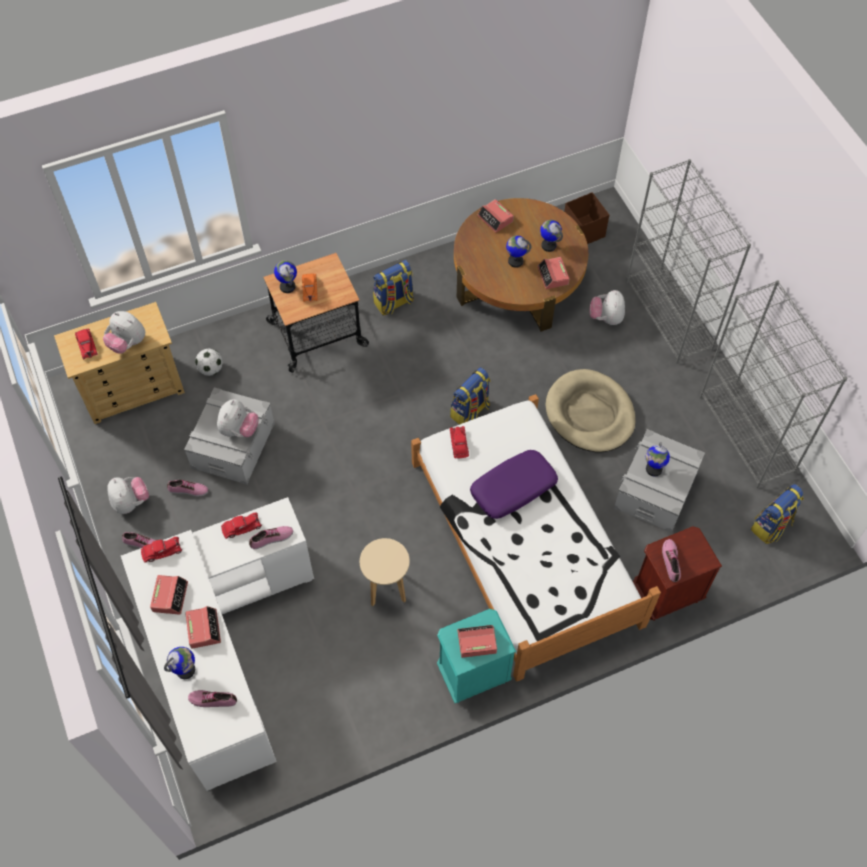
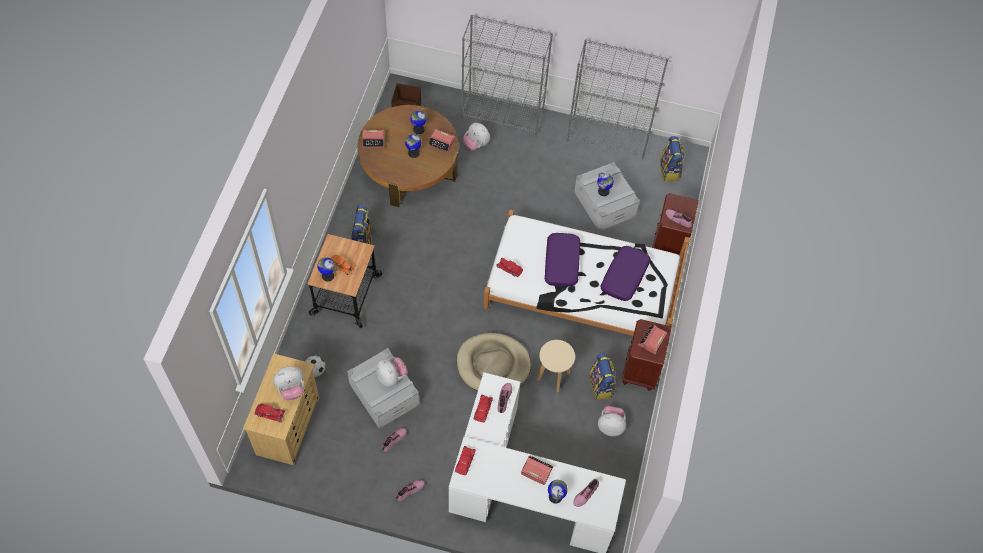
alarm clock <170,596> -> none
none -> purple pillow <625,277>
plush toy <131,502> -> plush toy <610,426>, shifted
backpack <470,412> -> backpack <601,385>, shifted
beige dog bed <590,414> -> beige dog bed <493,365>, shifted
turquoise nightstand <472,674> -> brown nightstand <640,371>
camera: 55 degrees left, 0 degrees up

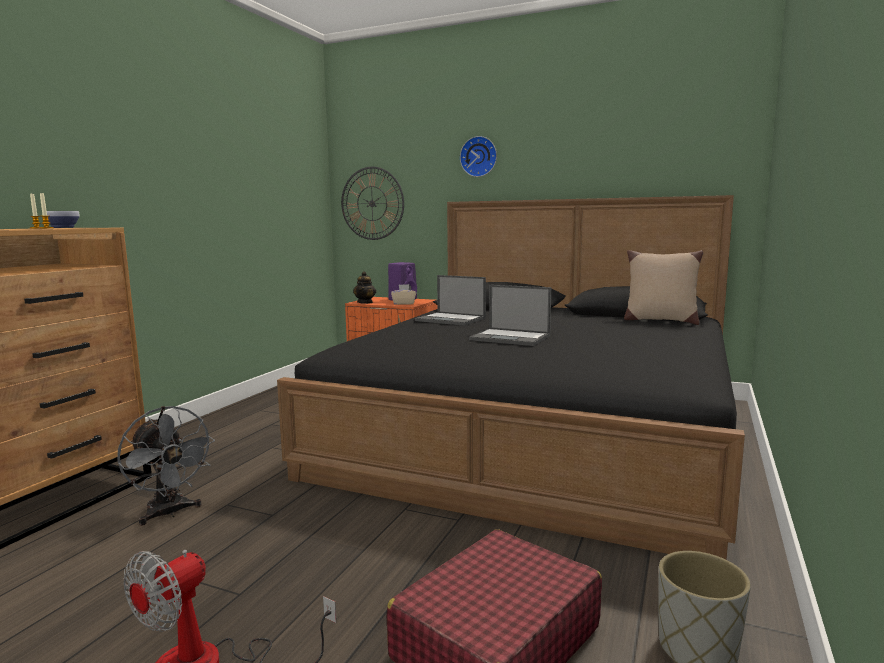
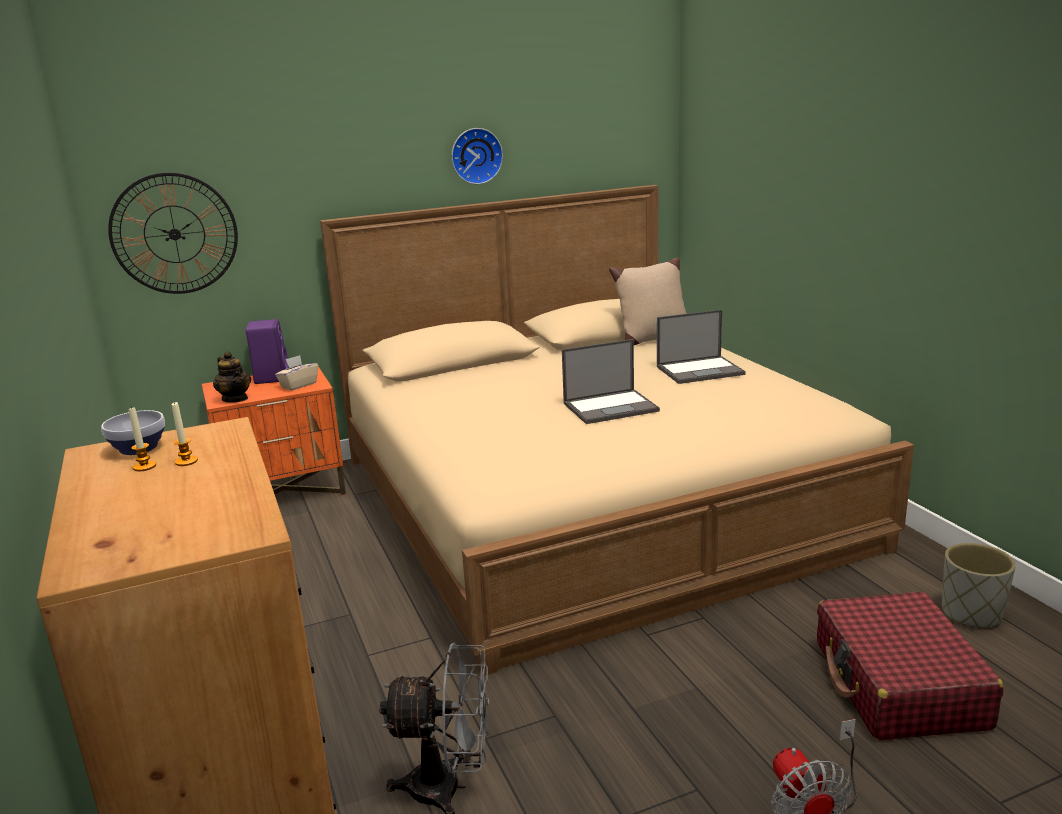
laptop <451,319> -> laptop <700,370>, shifted
wall clock <479,156> -> wall clock <475,156>, shifted
black bed <537,432> -> beige bed <589,499>
camera: 45 degrees left, 10 degrees up

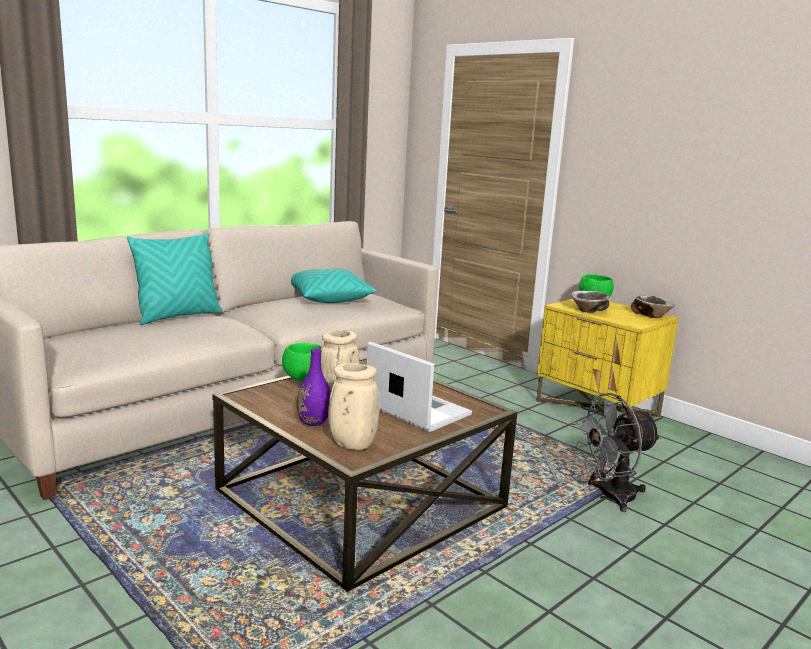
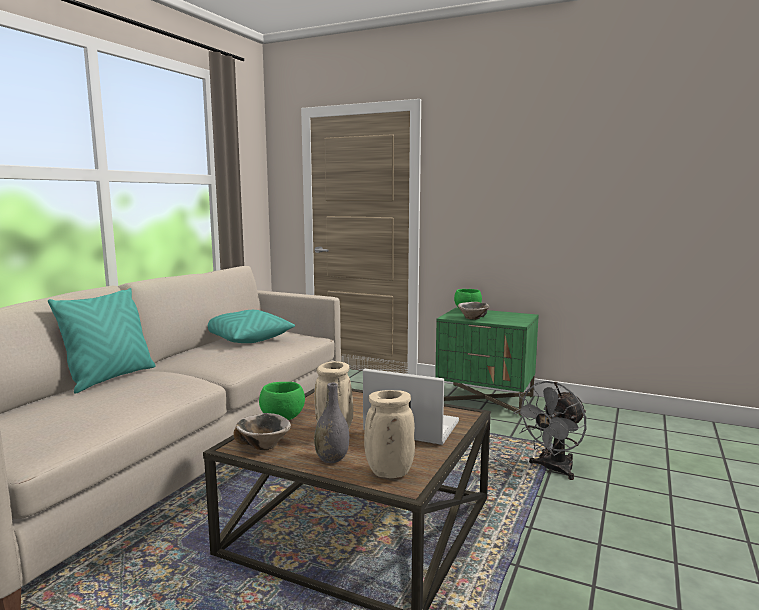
bowl <652,316> -> bowl <264,445>, shifted
purple vase <313,422> -> grey vase <332,459>
yellow nightstand <598,409> -> green nightstand <486,399>
camera: 20 degrees left, 5 degrees down

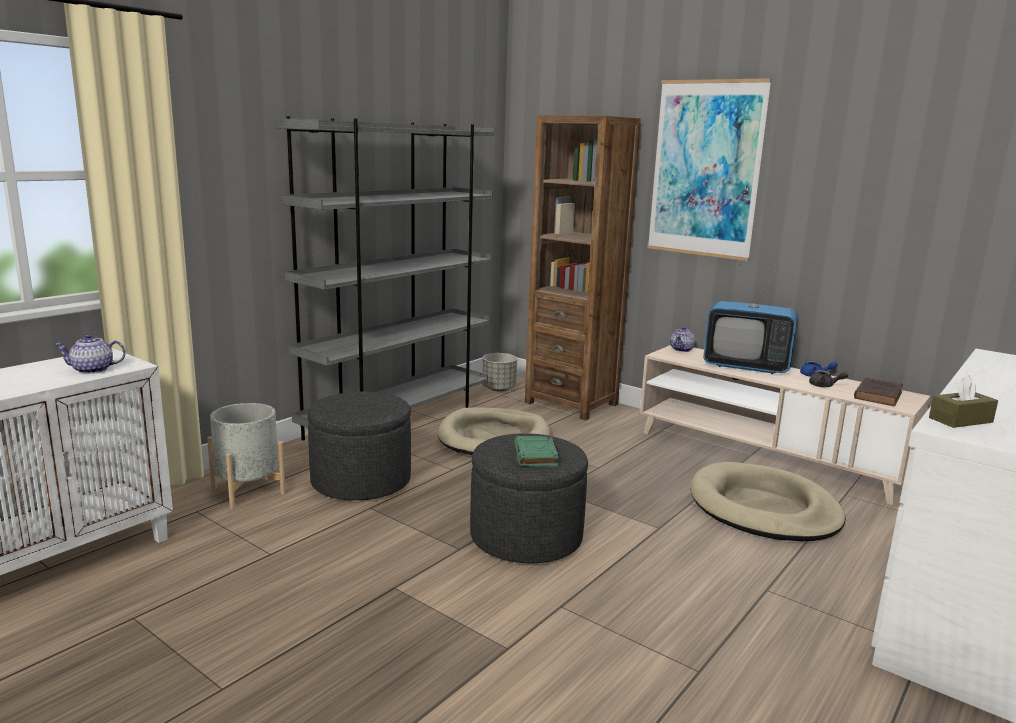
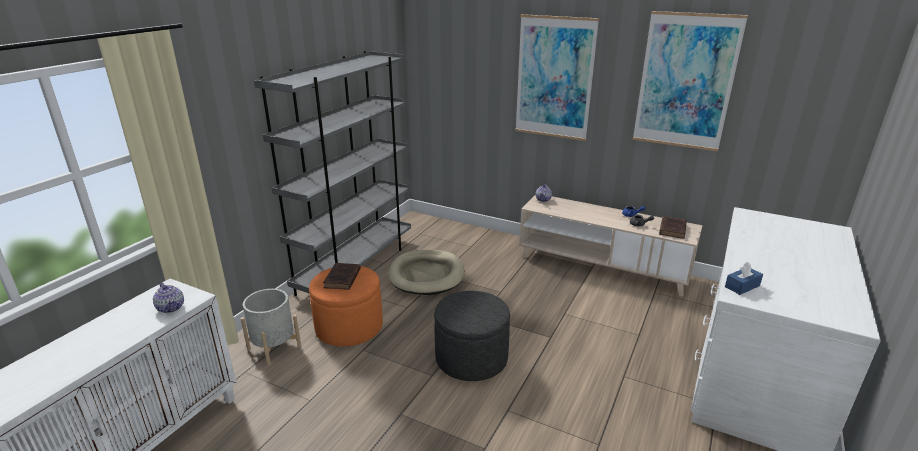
grey planter <498,389> -> none
green book <536,456> -> none
brown bookcase <571,403> -> none
beige dog bed <763,508> -> none
television <746,367> -> none
none -> brown book <342,279>
none -> picture <685,82>
grey ottoman <361,481> -> orange ottoman <349,327>
brown tissue box <960,420> -> blue tissue box <742,286>
teapot <93,370> -> teapot <171,307>, 105 degrees counterclockwise
camera: 10 degrees left, 10 degrees up

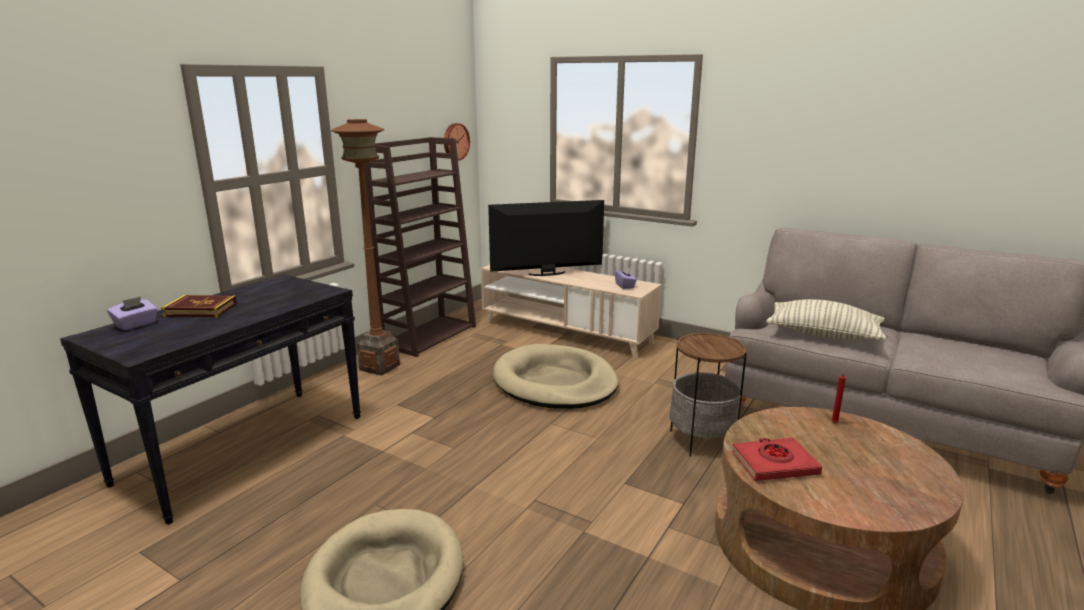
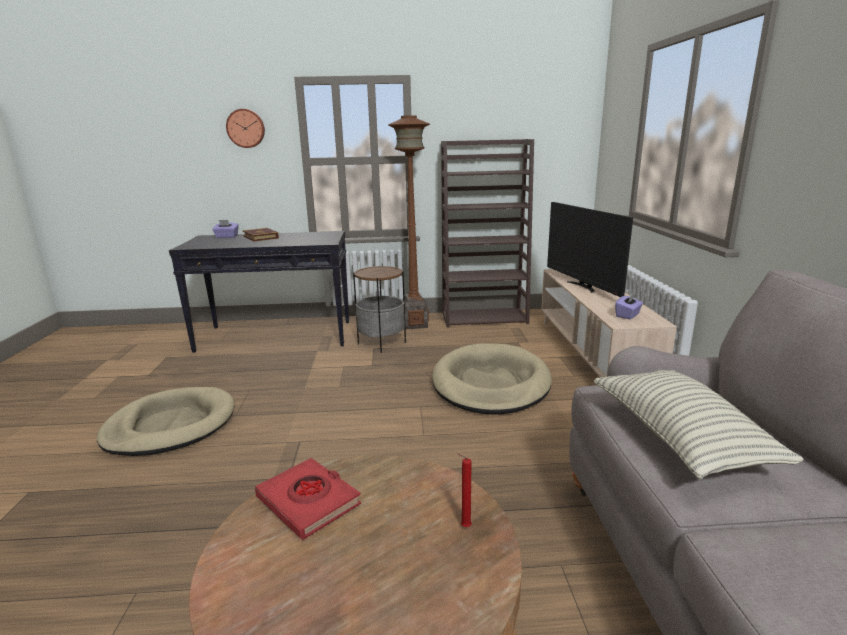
wall clock <455,141> -> wall clock <246,128>, shifted
side table <702,440> -> side table <382,343>, shifted
television <547,274> -> television <583,286>, 150 degrees counterclockwise
camera: 55 degrees right, 0 degrees up

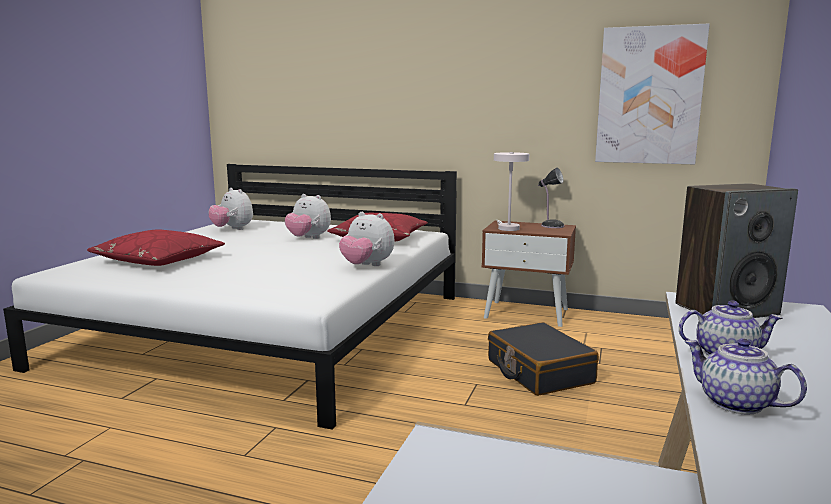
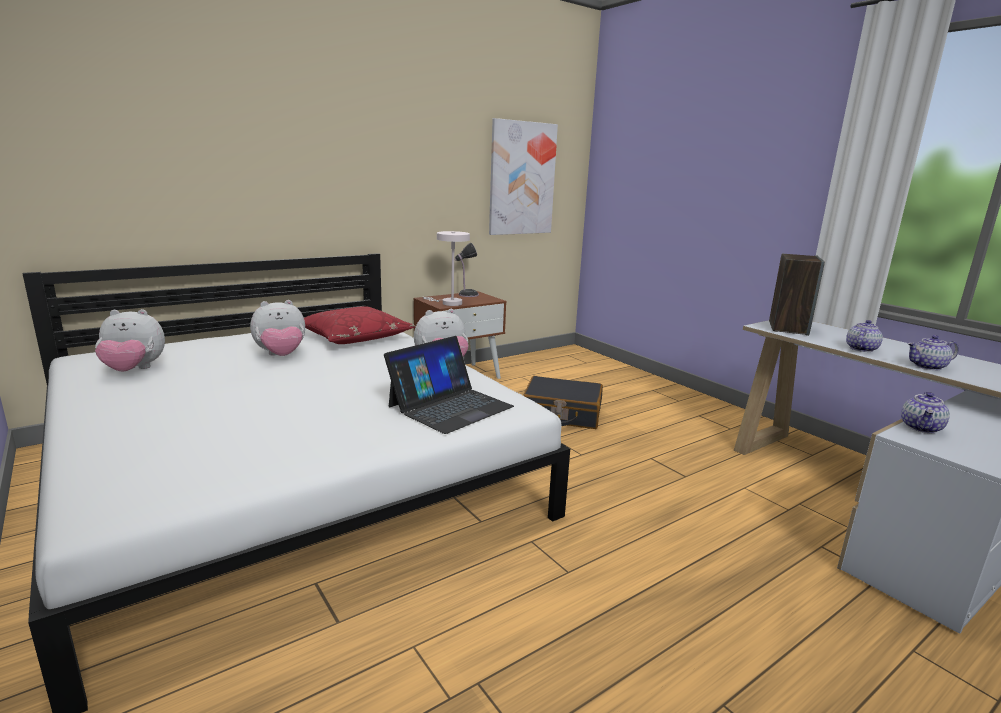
red pillow <159,260> -> none
none -> laptop <450,406>
none -> teapot <921,428>
camera: 55 degrees left, 5 degrees up

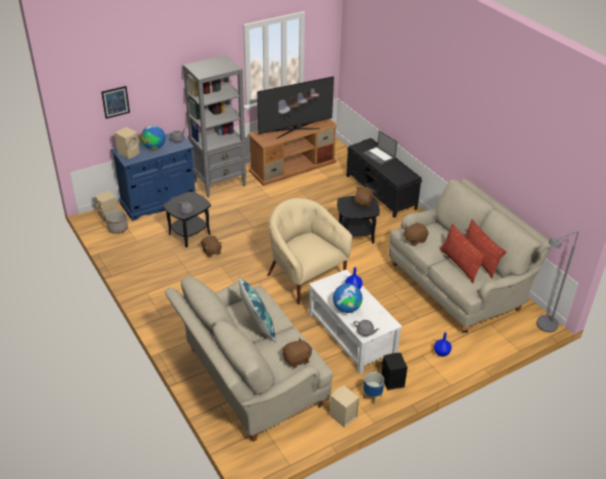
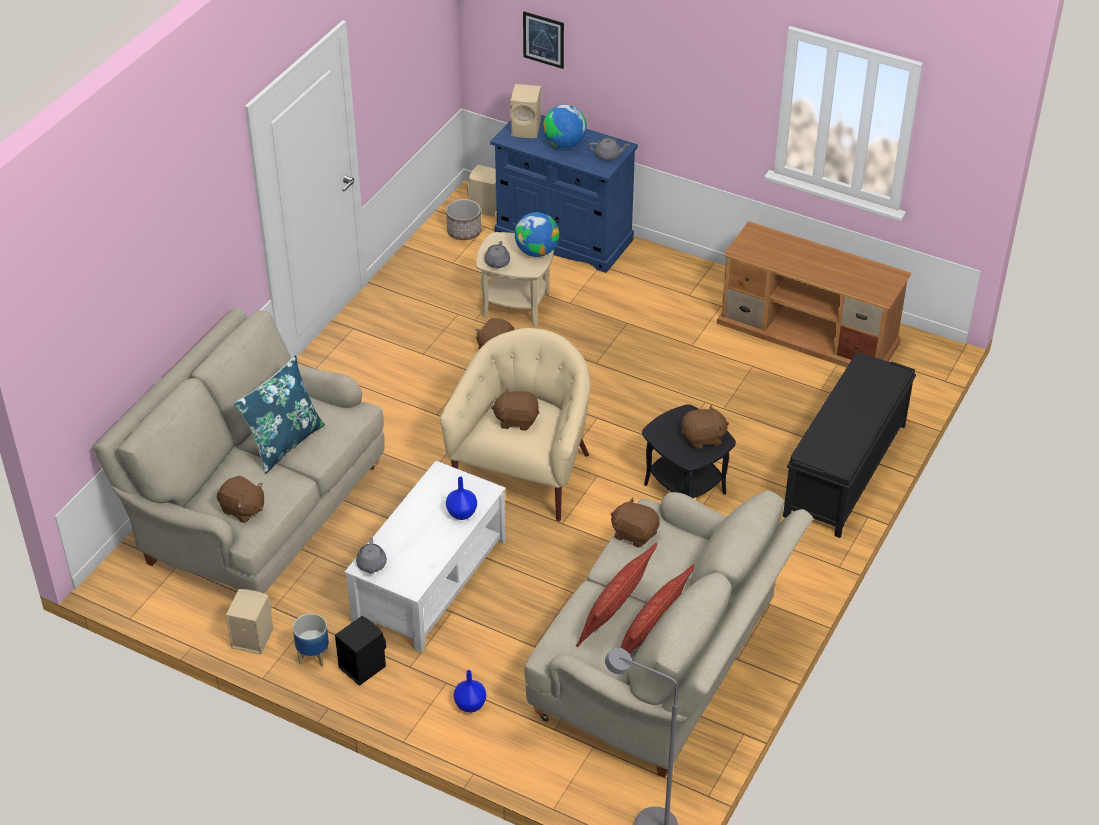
grey bookcase <220,183> -> none
television <295,130> -> none
laptop <379,156> -> none
none -> brown plush toy <516,420>
globe <346,308> -> globe <536,251>, shifted
black side table <189,234> -> beige side table <516,305>
camera: 60 degrees right, 5 degrees up

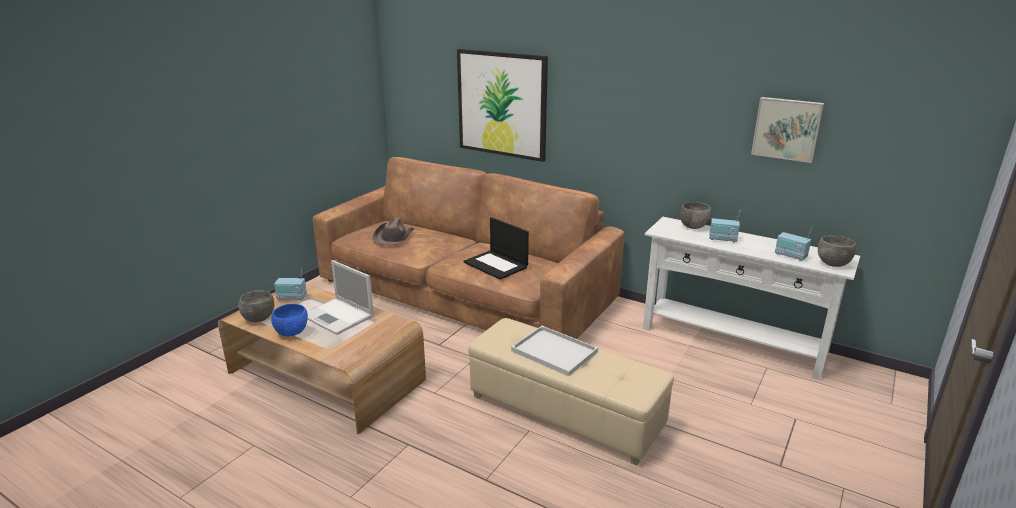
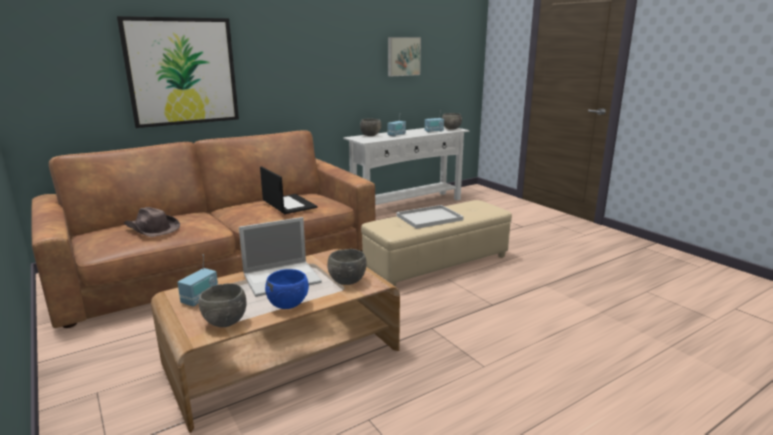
none -> grey bowl <347,281>
laptop <496,265> -> laptop <288,204>, 105 degrees counterclockwise
camera: 65 degrees left, 5 degrees down

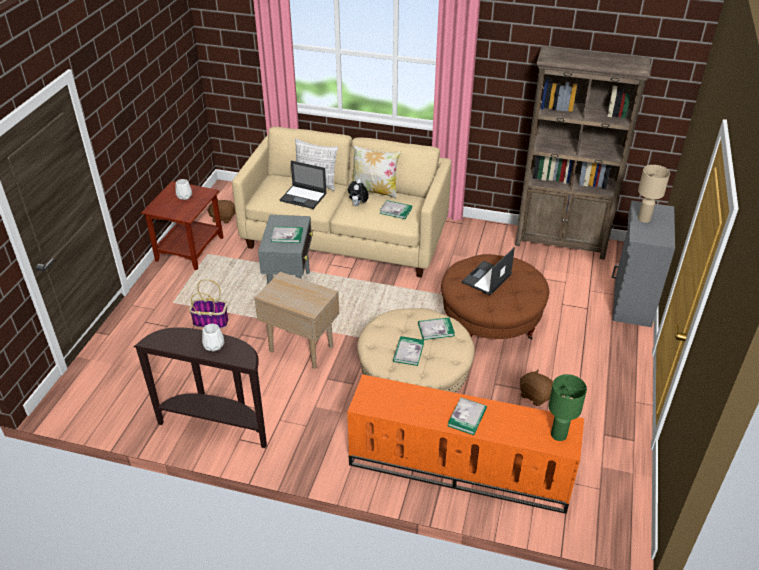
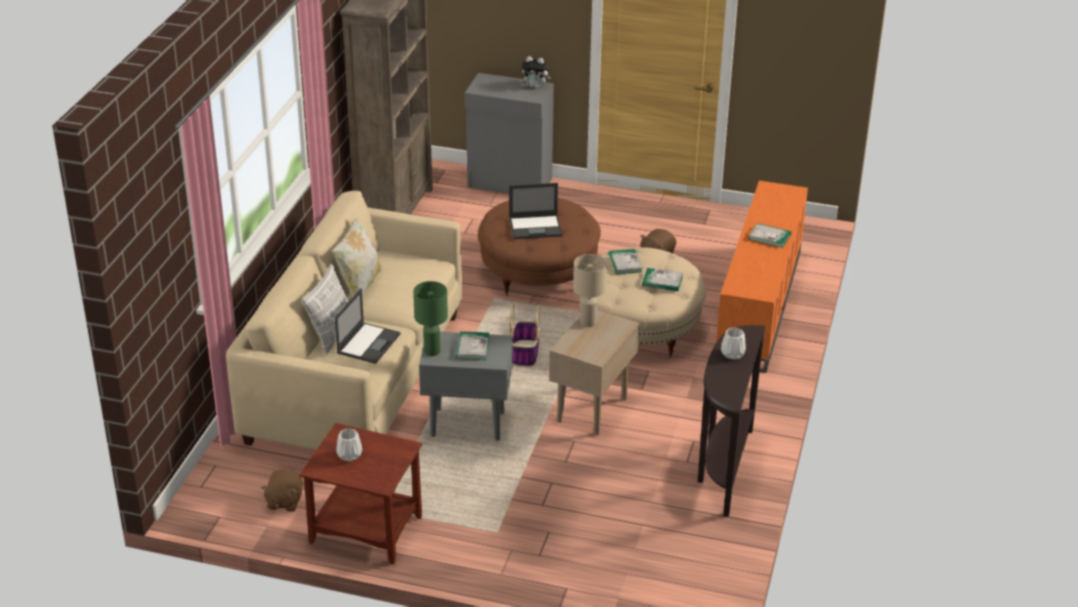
book <395,210> -> none
basket <211,321> -> basket <524,353>, shifted
plush toy <358,205> -> plush toy <535,86>, shifted
green table lamp <558,435> -> green table lamp <432,351>, shifted
beige table lamp <644,219> -> beige table lamp <587,322>, shifted
laptop <486,278> -> laptop <536,227>, 45 degrees counterclockwise
camera: 90 degrees left, 5 degrees down

